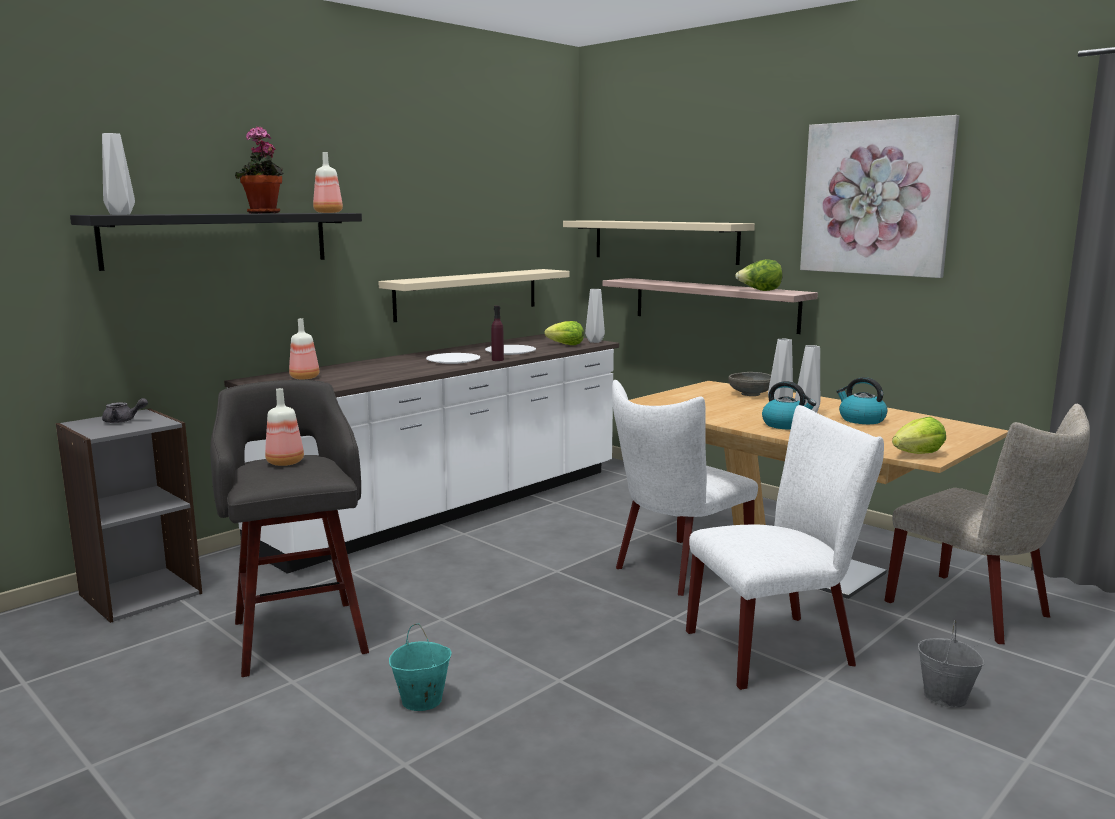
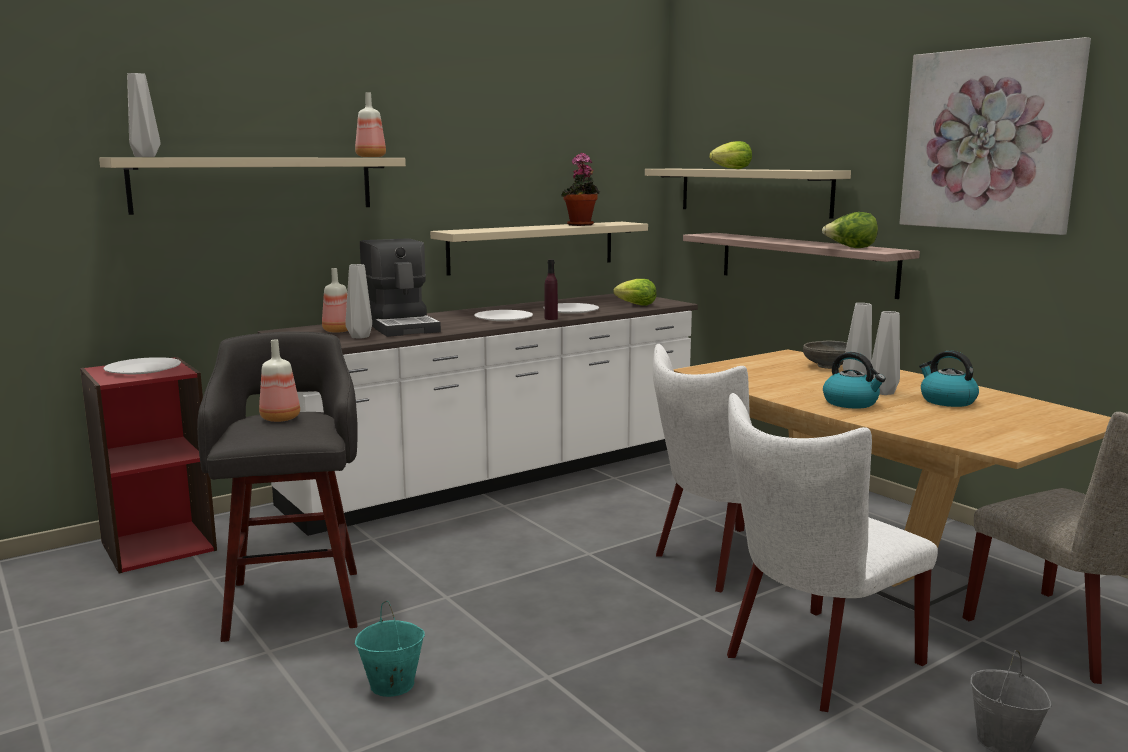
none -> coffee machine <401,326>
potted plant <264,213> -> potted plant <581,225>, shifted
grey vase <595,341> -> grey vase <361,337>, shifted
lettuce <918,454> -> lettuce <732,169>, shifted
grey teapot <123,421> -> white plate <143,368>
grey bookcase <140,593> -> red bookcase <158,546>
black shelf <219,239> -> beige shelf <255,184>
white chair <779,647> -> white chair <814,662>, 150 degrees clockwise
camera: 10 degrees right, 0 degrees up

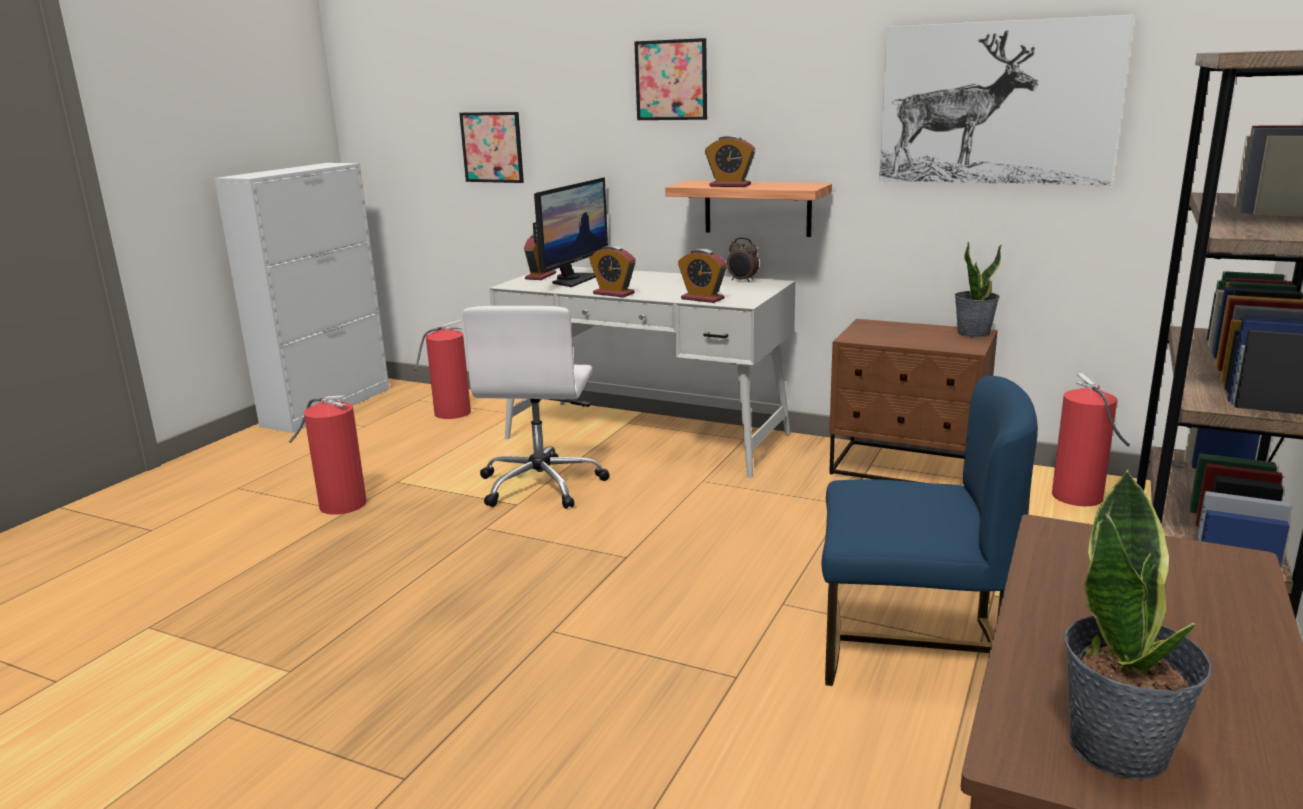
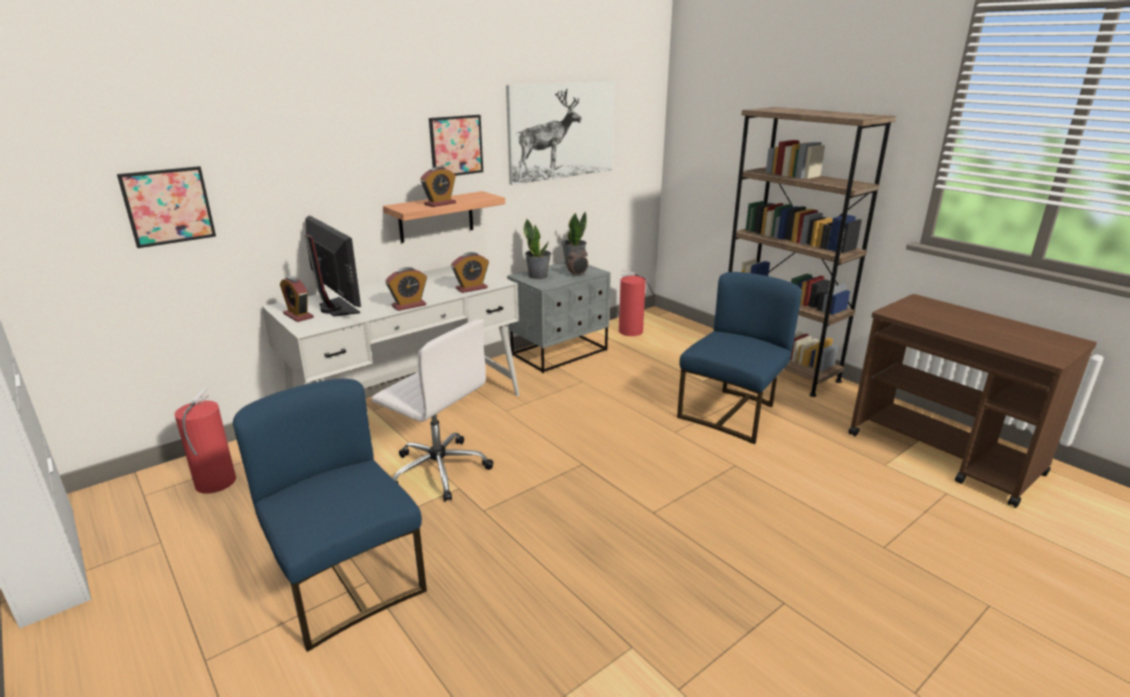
picture <671,80> -> picture <456,146>, shifted
alarm clock <742,280> -> alarm clock <578,275>, shifted
potted plant <1120,748> -> potted plant <538,276>, shifted
fire extinguisher <341,504> -> blue chair <346,583>
brown nightstand <908,469> -> grey nightstand <560,353>
camera: 65 degrees left, 5 degrees up

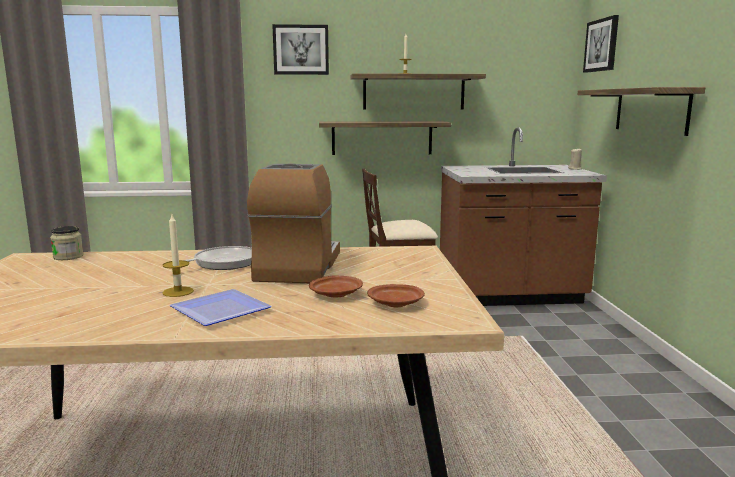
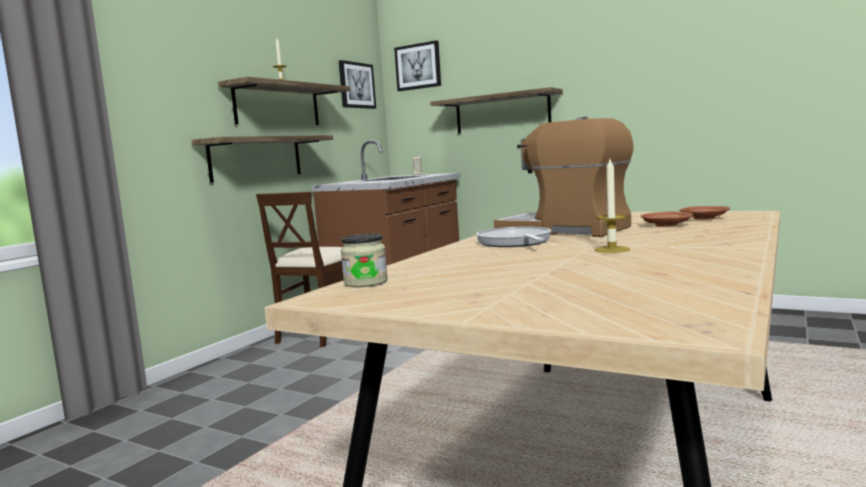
plate <222,310> -> none
picture <301,50> -> picture <356,85>, shifted
camera: 55 degrees left, 5 degrees down

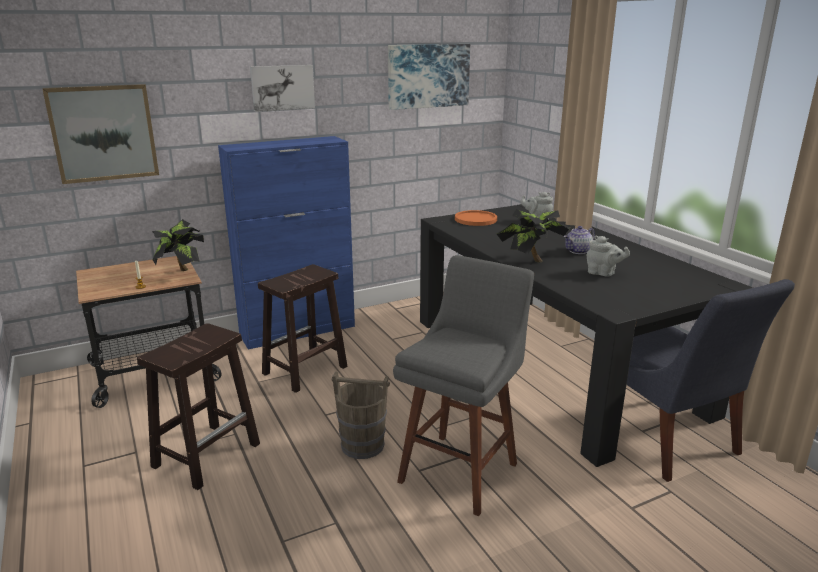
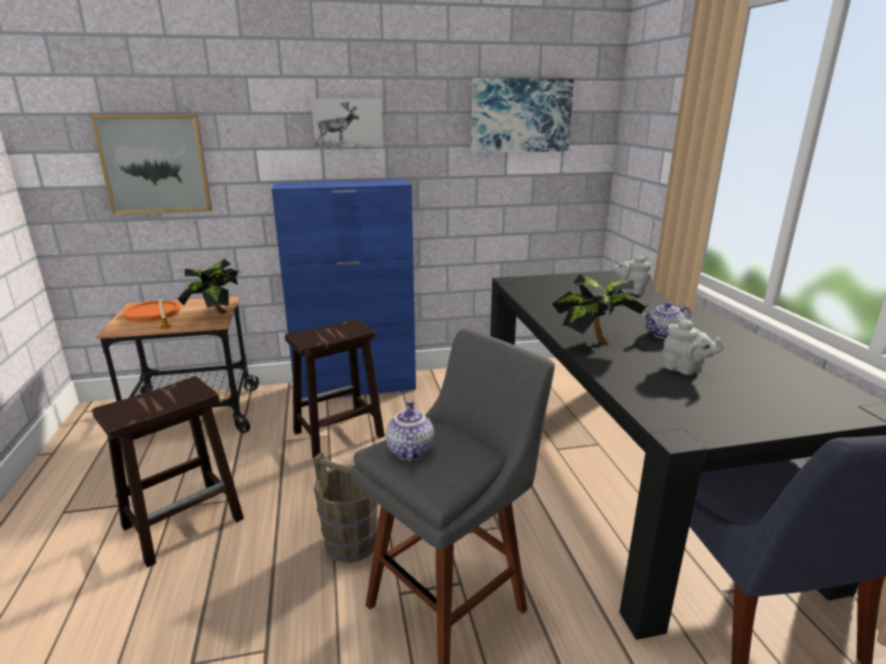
none -> teapot <409,450>
orange plate <475,219> -> orange plate <153,312>, shifted
camera: 15 degrees right, 0 degrees up

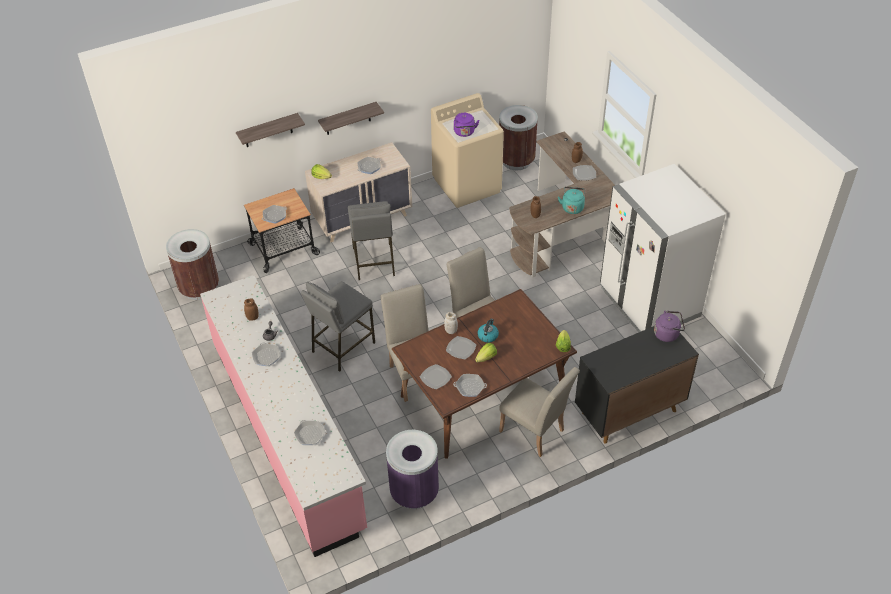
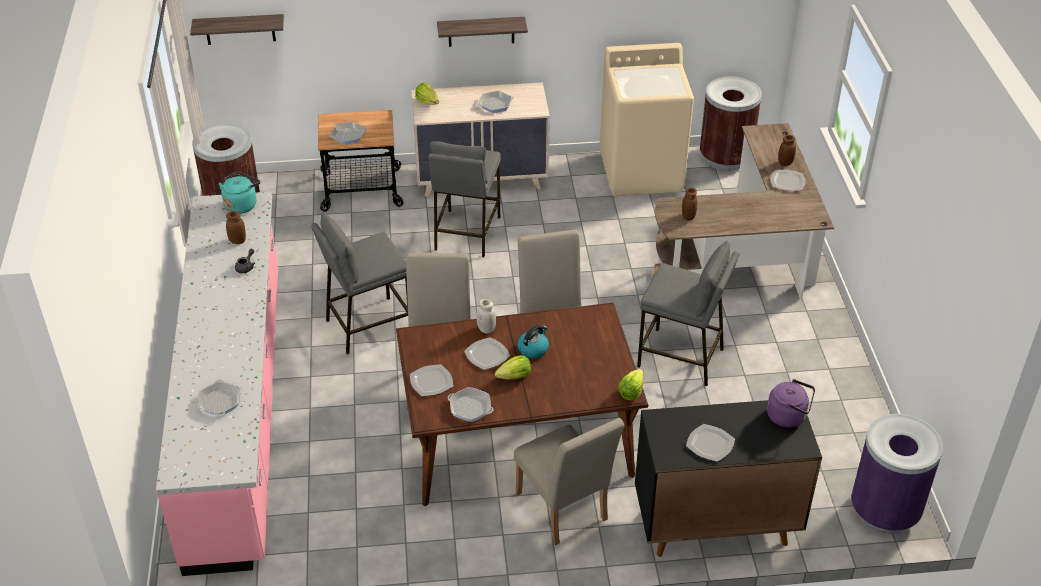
frying pan <266,357> -> none
purple kettle <464,133> -> none
white fridge <649,302> -> none
none -> grey stool <681,358>
none -> plate <710,444>
shelf <268,130> -> shelf <240,29>, shifted
purple trash can <414,492> -> purple trash can <884,511>, shifted
turquoise kettle <572,207> -> turquoise kettle <242,204>, shifted
camera: 20 degrees right, 5 degrees down

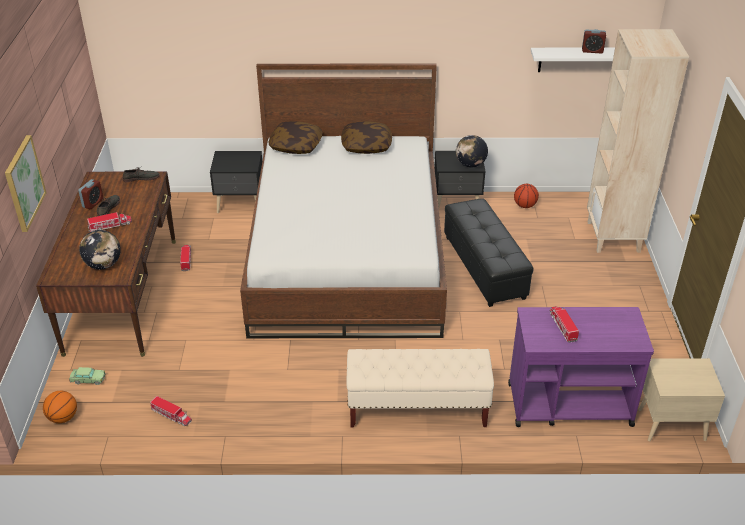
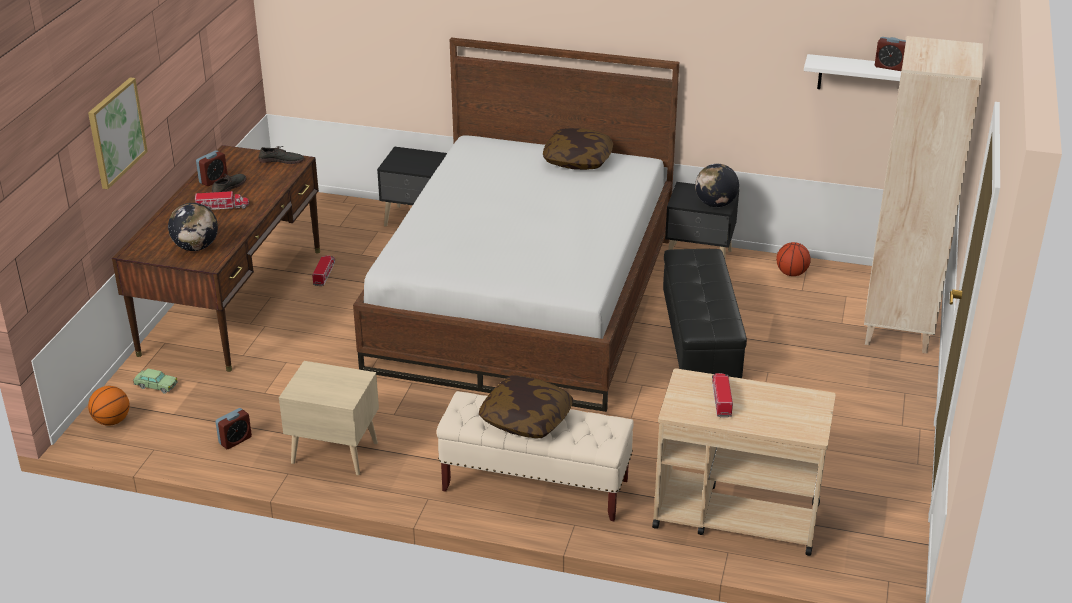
pillow <296,146> -> pillow <526,419>, shifted
beige nightstand <670,423> -> beige nightstand <334,451>, shifted
toy truck <171,415> -> alarm clock <235,440>
purple cart <568,404> -> beige cart <735,515>
camera: 15 degrees right, 5 degrees down

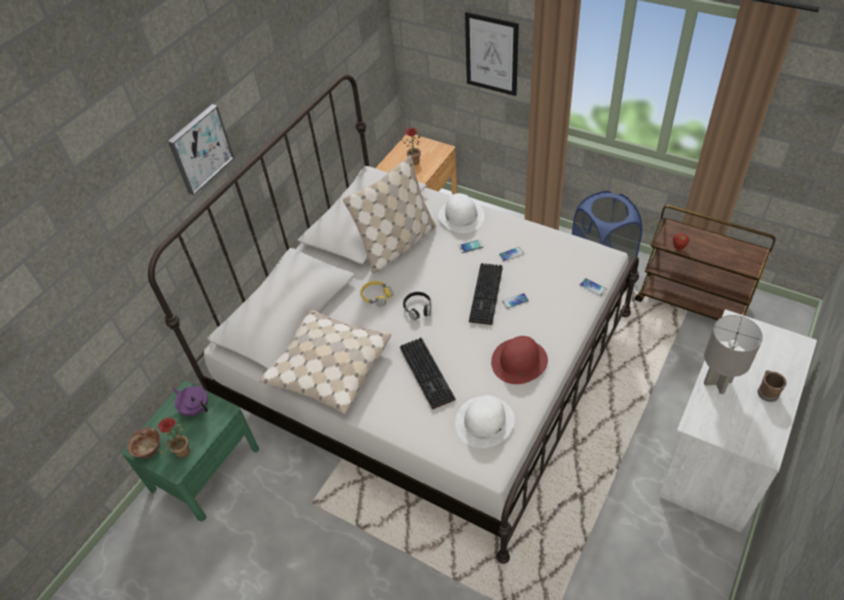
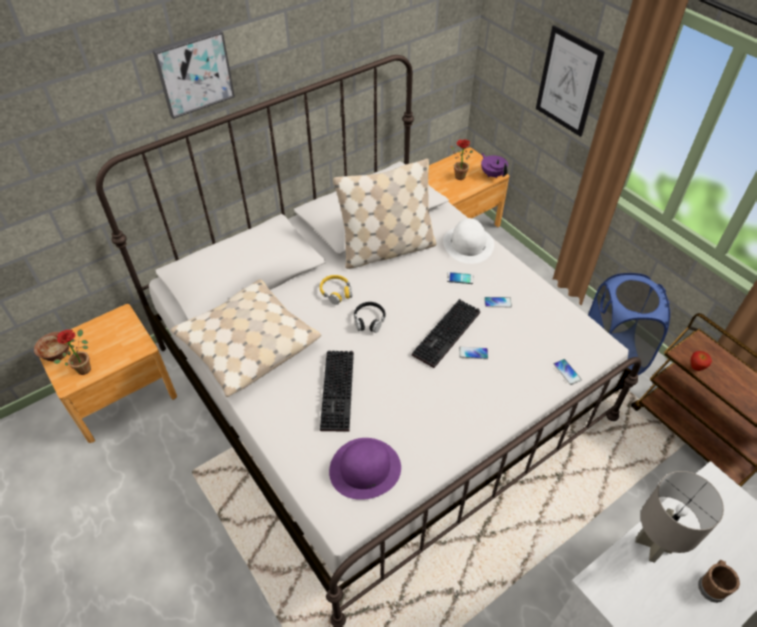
red hat <519,361> -> none
purple teapot <195,408> -> purple teapot <492,174>, shifted
green nightstand <205,469> -> brown nightstand <120,395>
white hat <484,421> -> purple hat <365,468>
camera: 20 degrees right, 0 degrees up

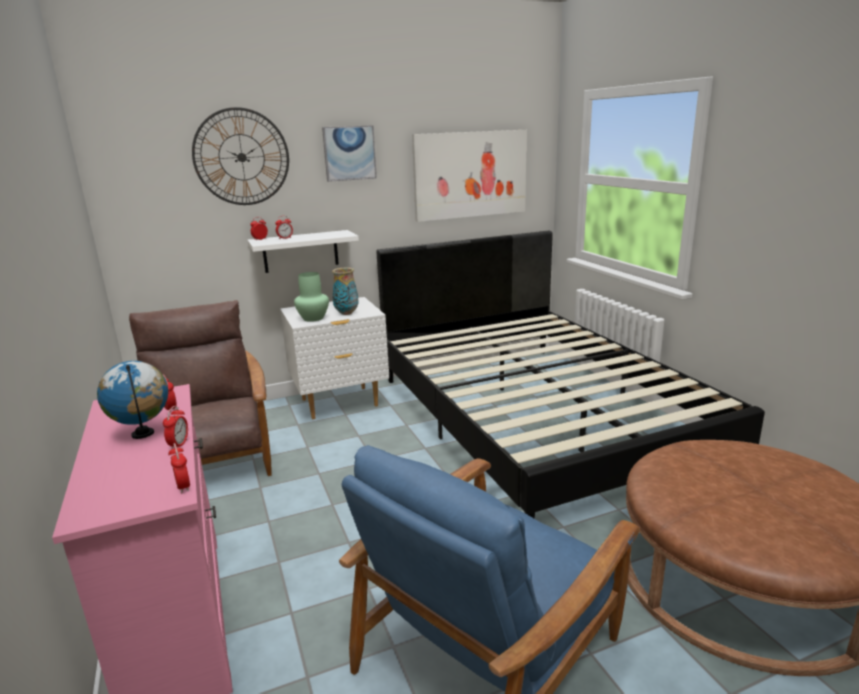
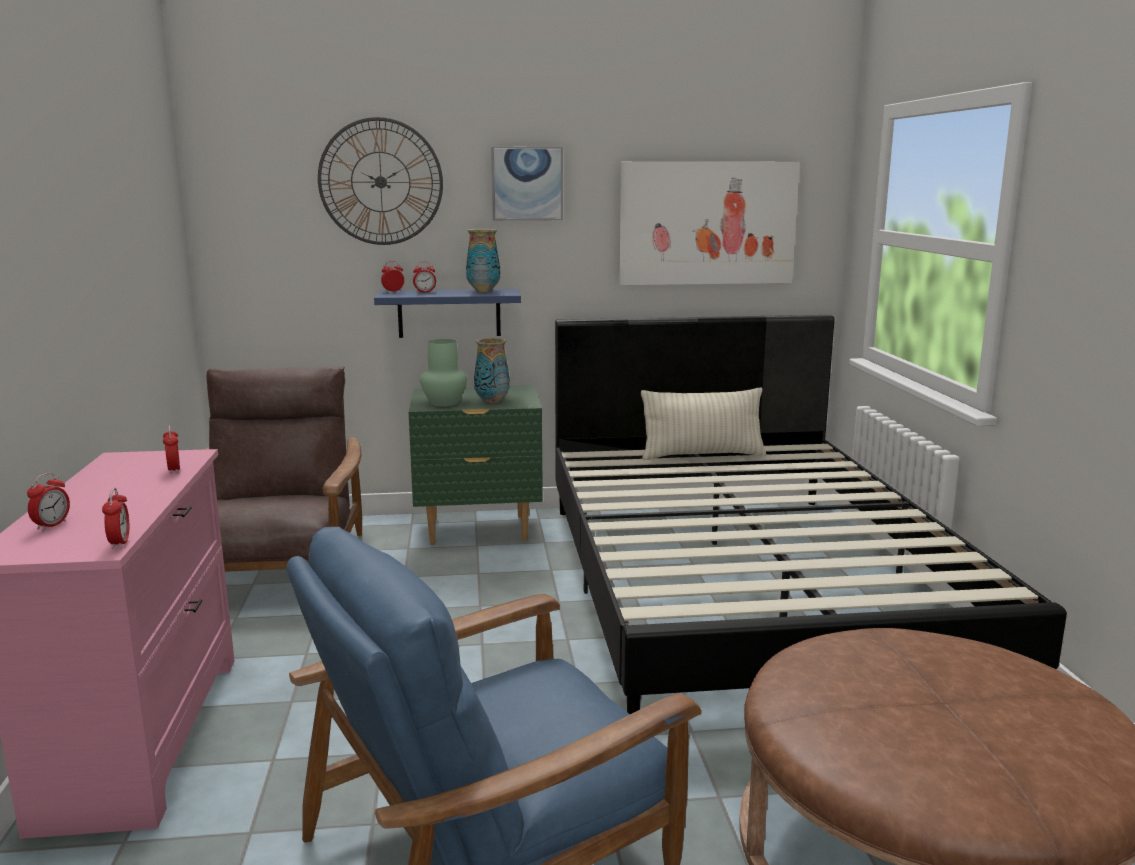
globe <143,434> -> none
none -> vase <483,291>
none -> beige pillow <702,455>
alarm clock <179,444> -> alarm clock <52,525>, shifted
white shelf <300,251> -> blue shelf <449,313>
white nightstand <340,403> -> green nightstand <478,530>
camera: 15 degrees right, 5 degrees down

